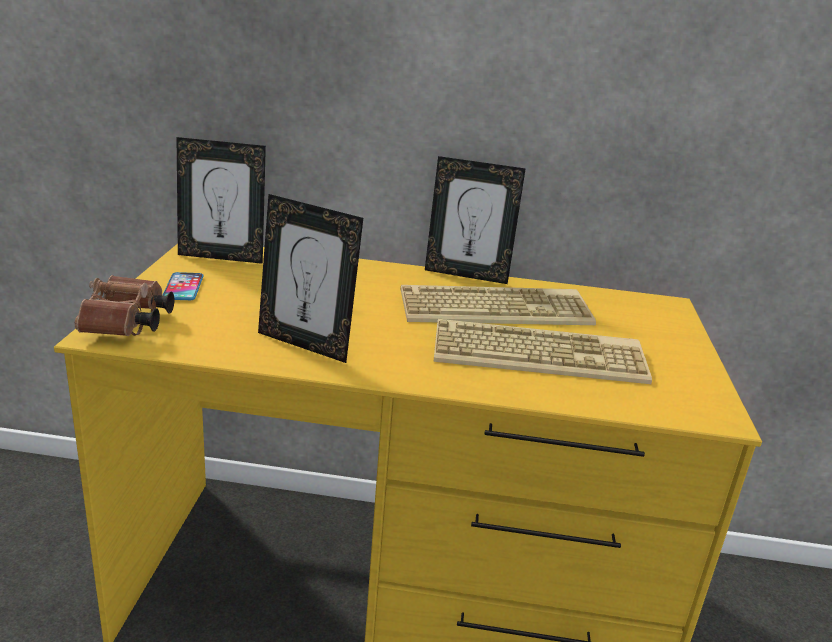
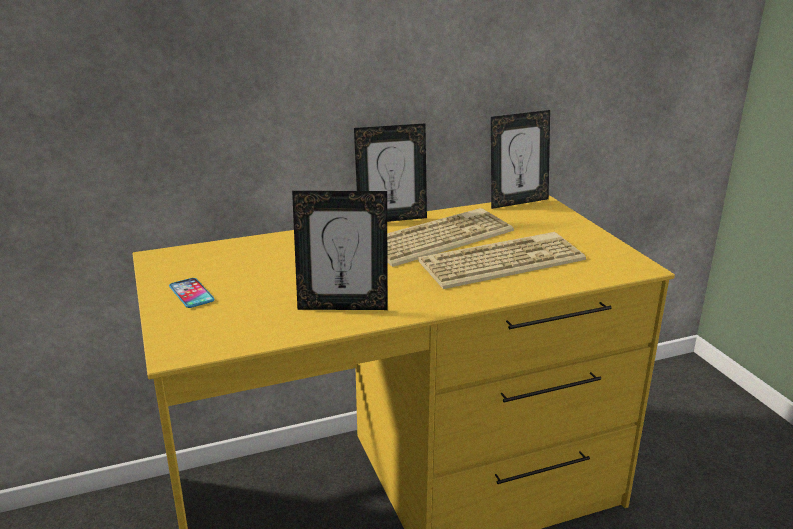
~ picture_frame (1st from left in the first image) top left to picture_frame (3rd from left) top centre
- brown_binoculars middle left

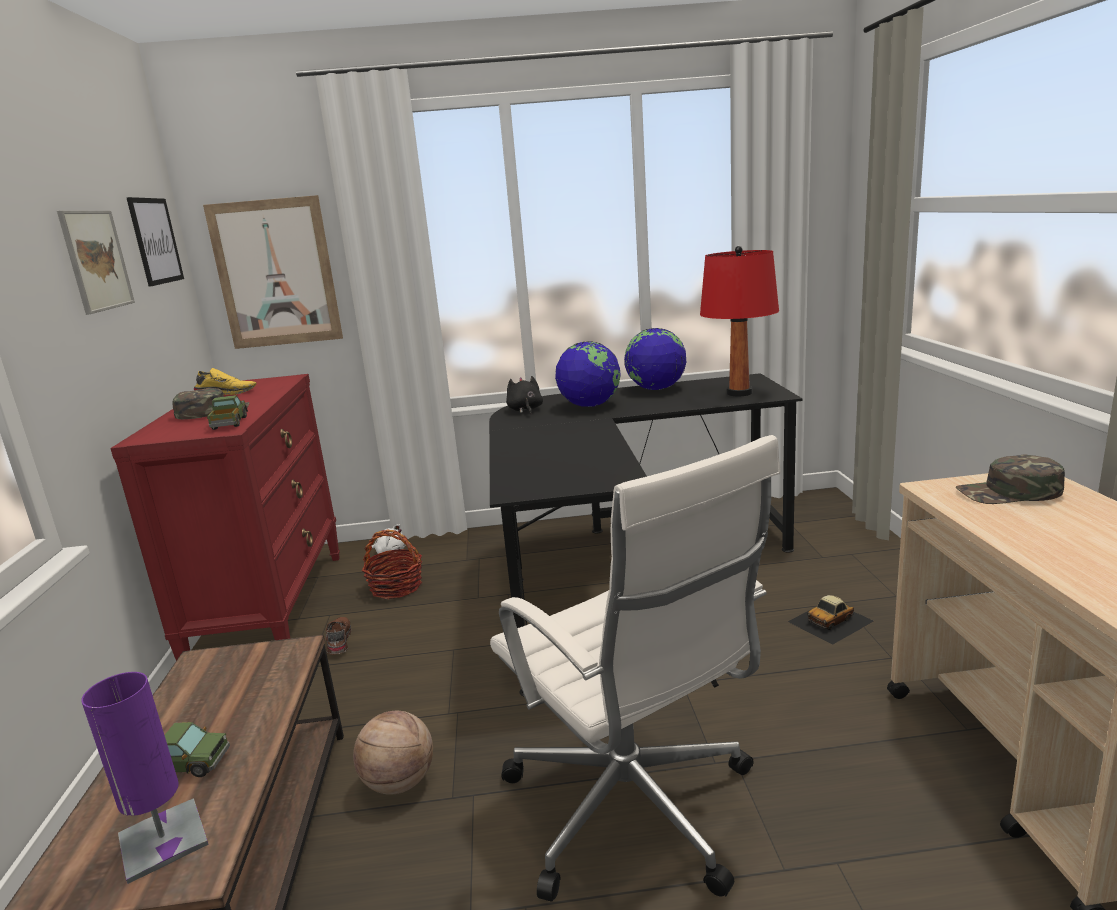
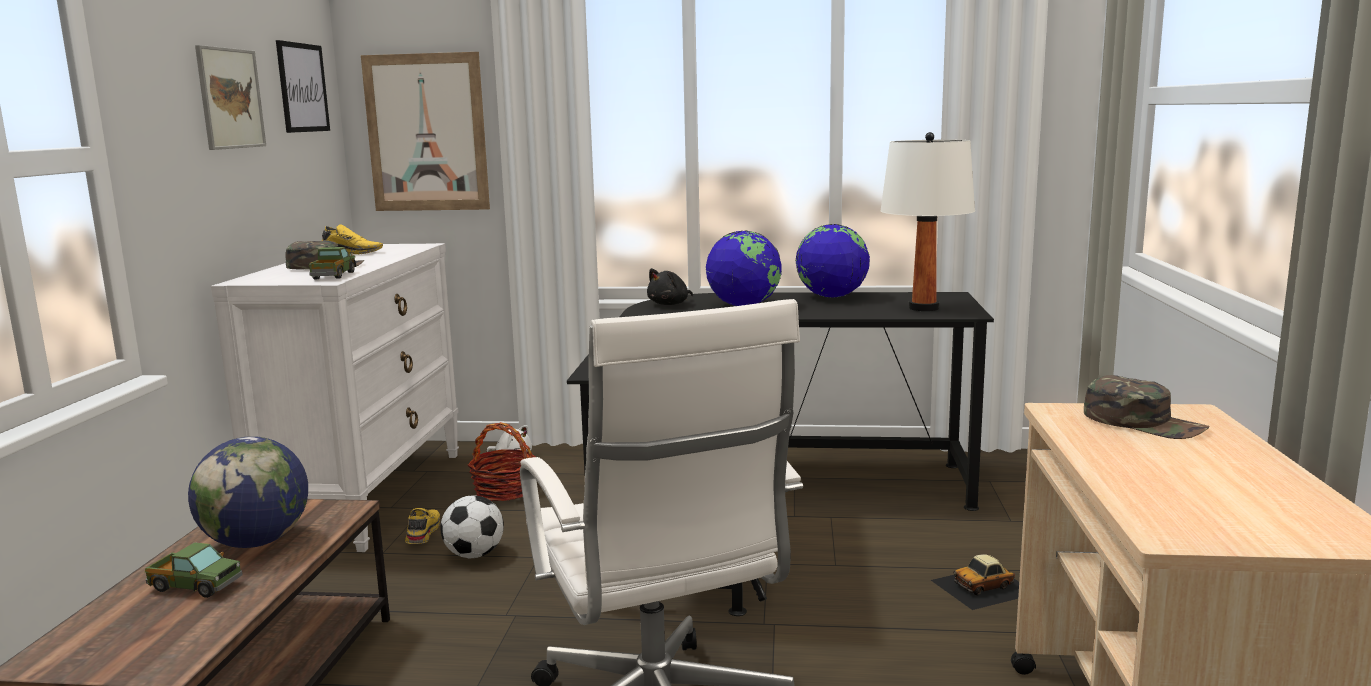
+ globe (1st from left) bottom left
~ red_dresser middle left to white_dresser middle left
~ brown_shoe bottom left to yellow_shoe (2nd from left) bottom left
+ football bottom centre
~ black_plush_toy centre = centre 135 degrees counterclockwise
~ red_table_lamp centre to white_table_lamp top right
~ green_cap (2nd from left) middle right = middle right 150 degrees counterclockwise
- purple_table_lamp bottom left
- basketball bottom centre

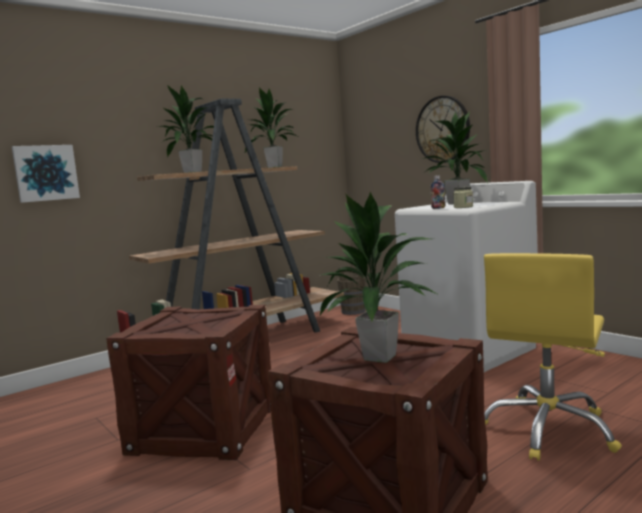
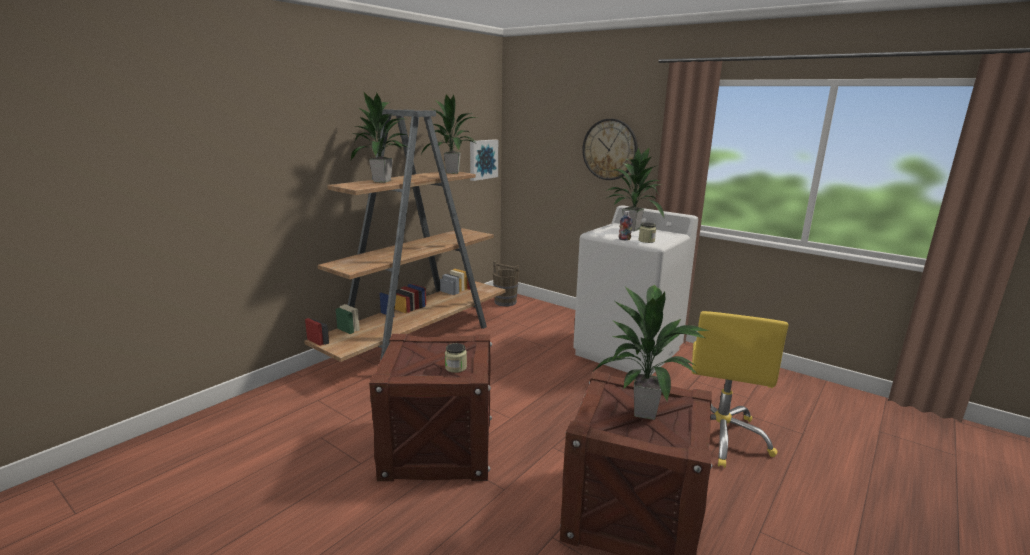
+ jar (1st from left) centre
~ picture middle left to top centre

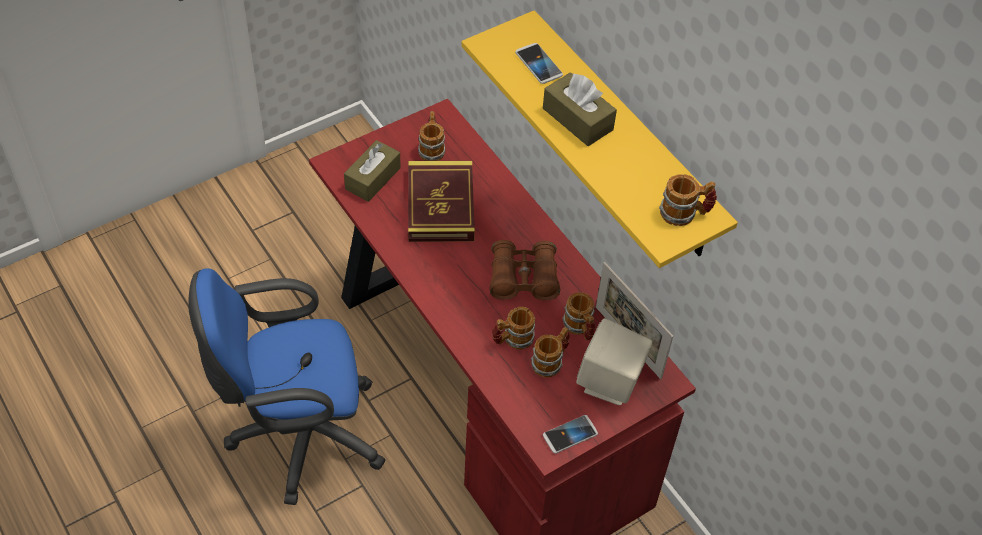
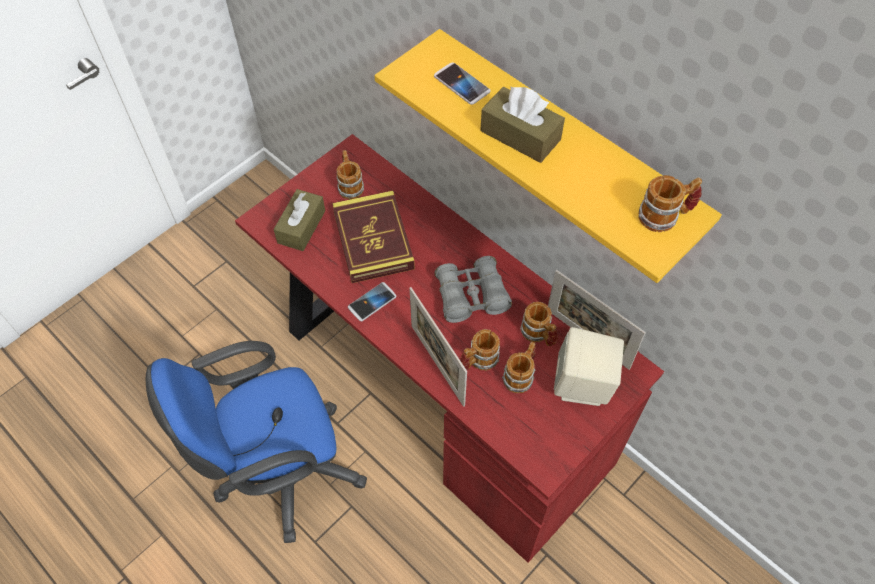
~ phone (2nd from left in the first image) bottom centre to phone (1st from left) centre
+ picture_frame (1st from left) centre
~ brown_binoculars centre to grey_binoculars centre

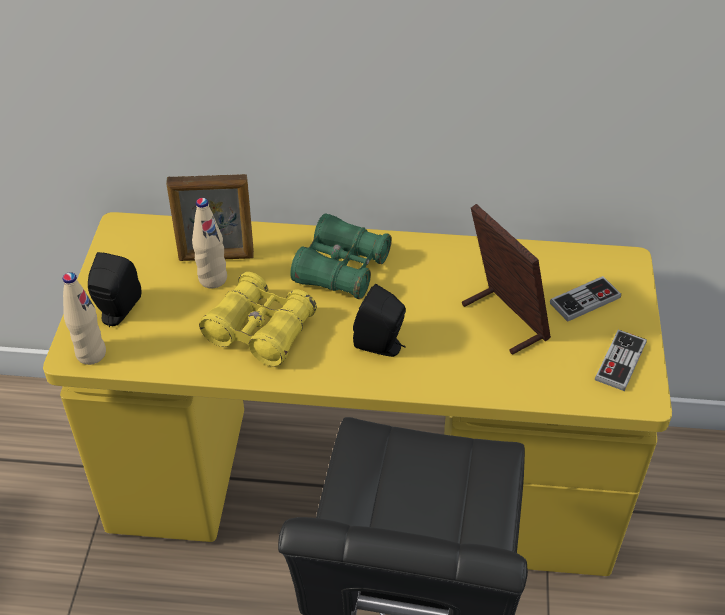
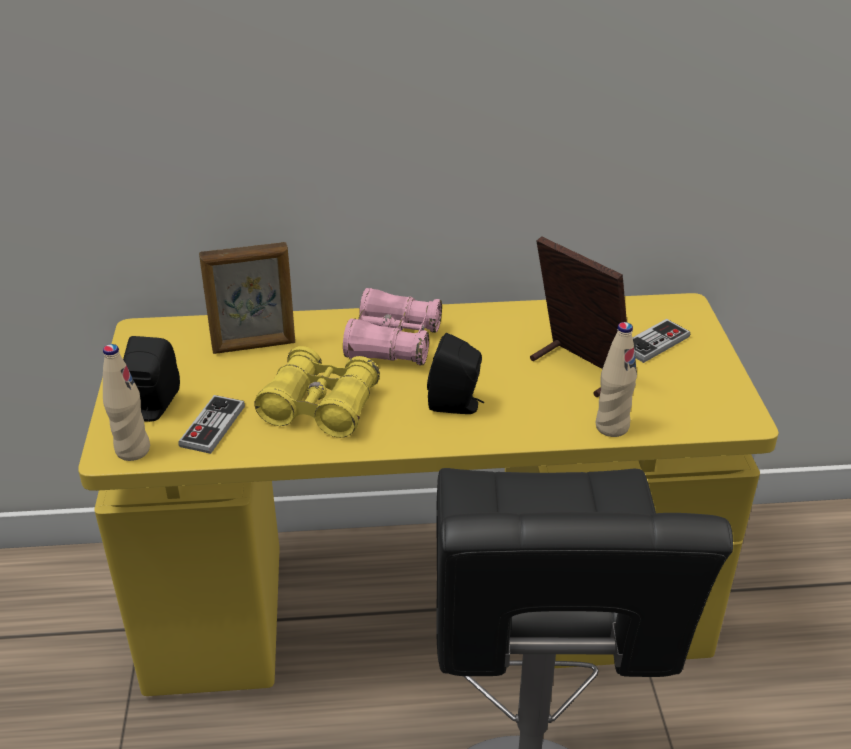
~ game_controller (2nd from left in the first image) middle right to game_controller (1st from left) middle left
~ green_binoculars centre to pink_binoculars centre
~ beige_bottle (2nd from left) middle left to middle right

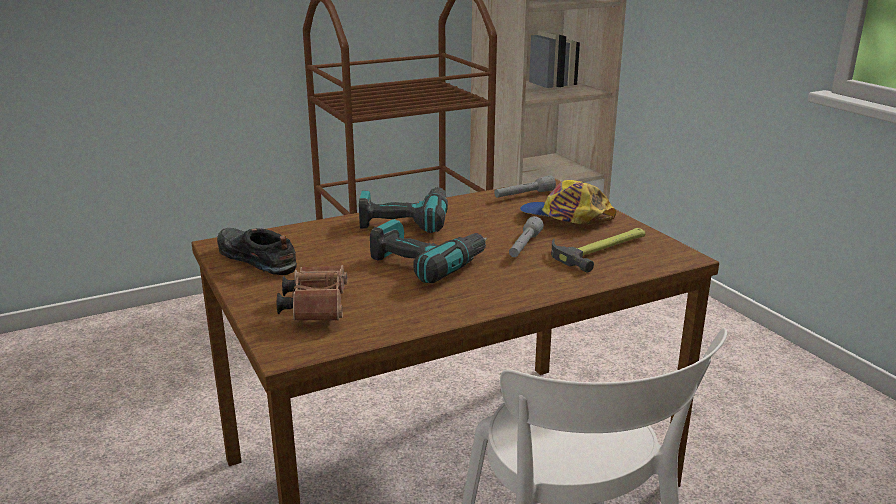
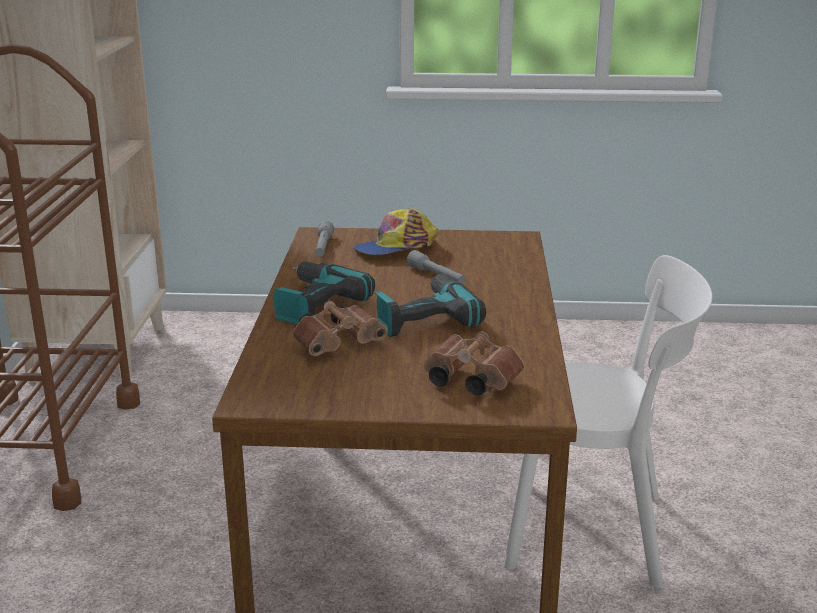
+ brown_binoculars (1st from left) centre
- black_shoe middle left
- hammer middle right

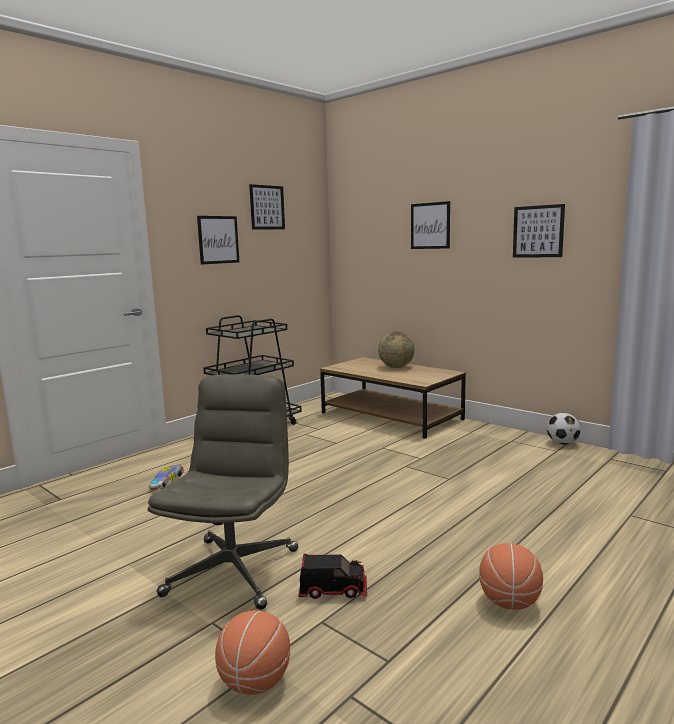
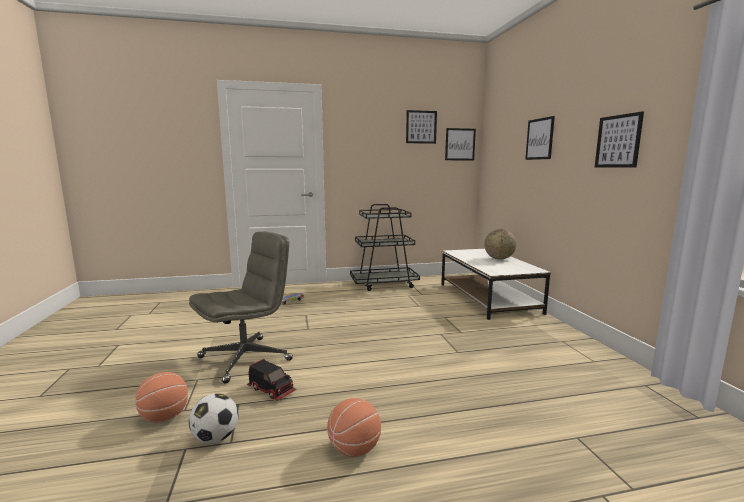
~ football middle right to bottom left
~ brown_coffee_table centre to white_coffee_table middle right
~ picture (1st from left in the first image) top left to picture (2nd from left) top centre

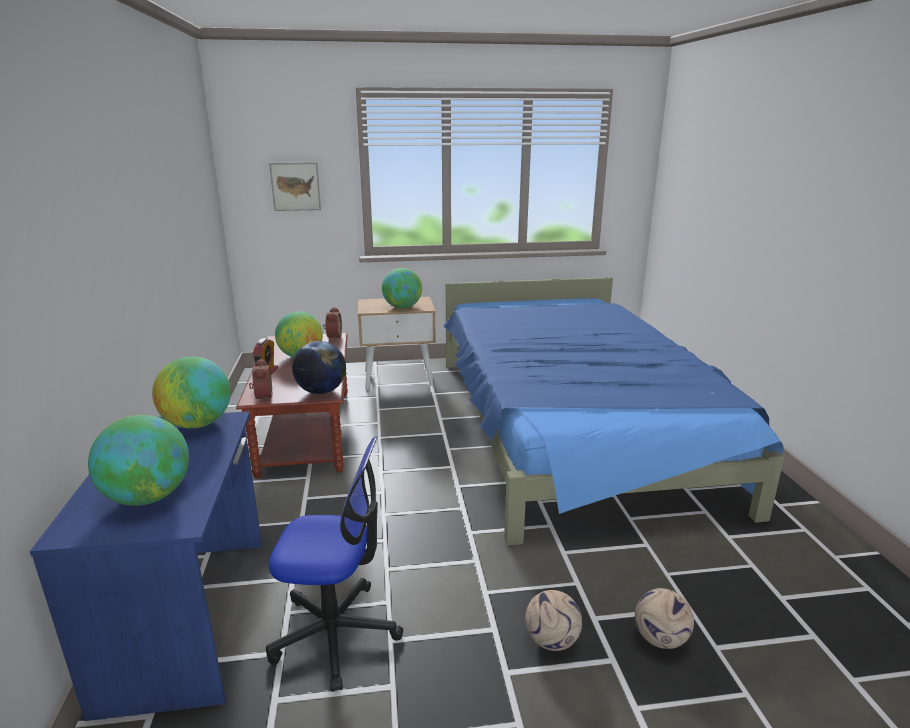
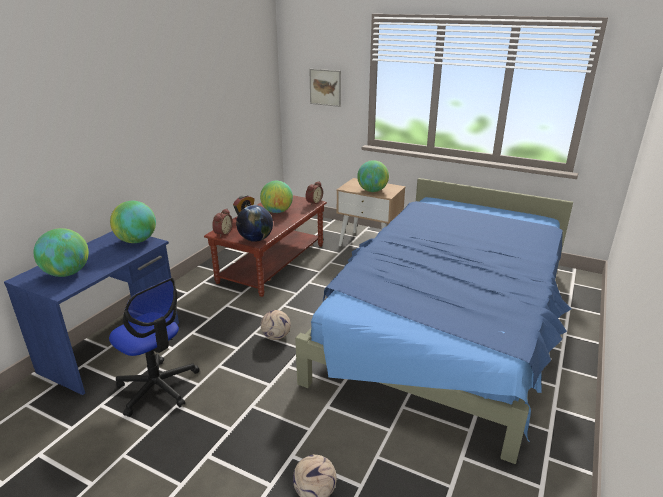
~ football (1st from left) bottom centre to centre

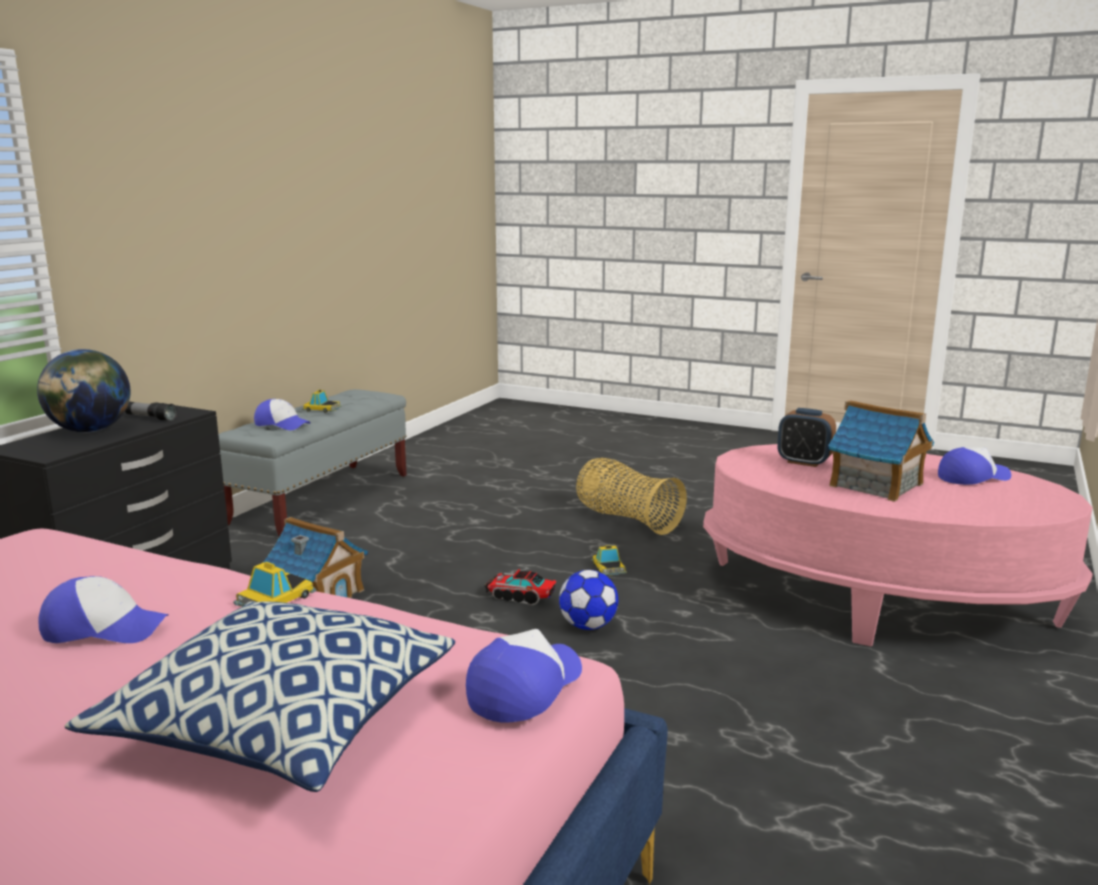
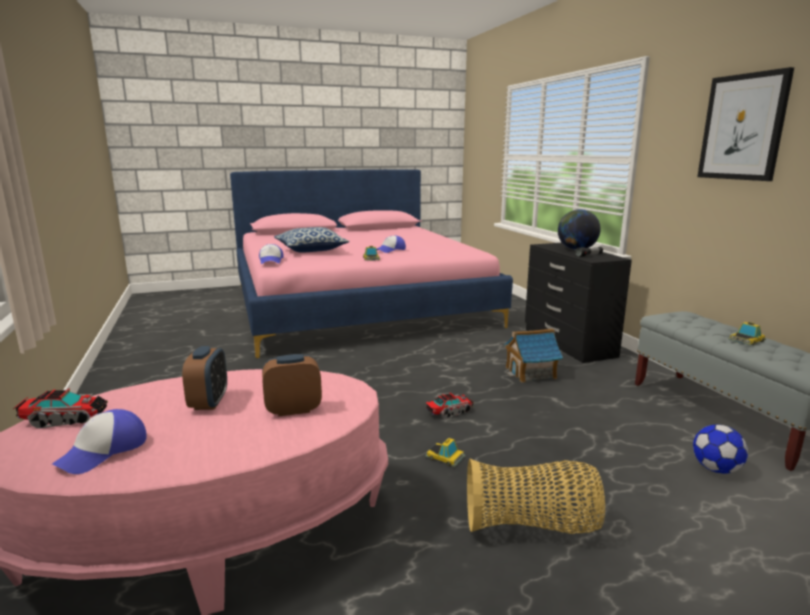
+ toy_truck (1st from left) middle left
~ toy_house (2nd from left) middle right to alarm_clock (1st from left) middle left
~ football bottom centre to bottom right
+ picture top right
- cap (2nd from left) middle left

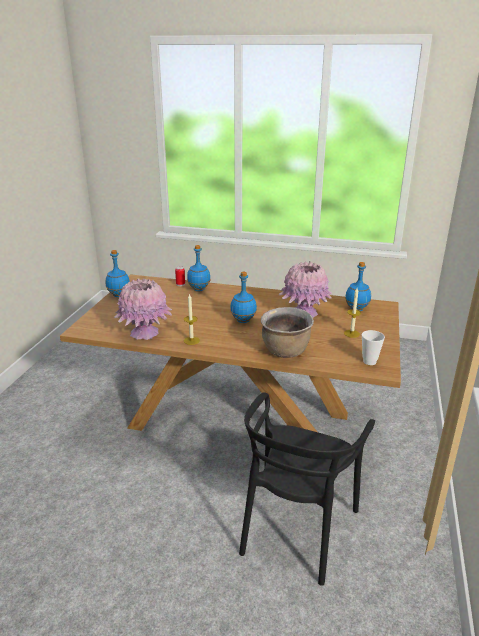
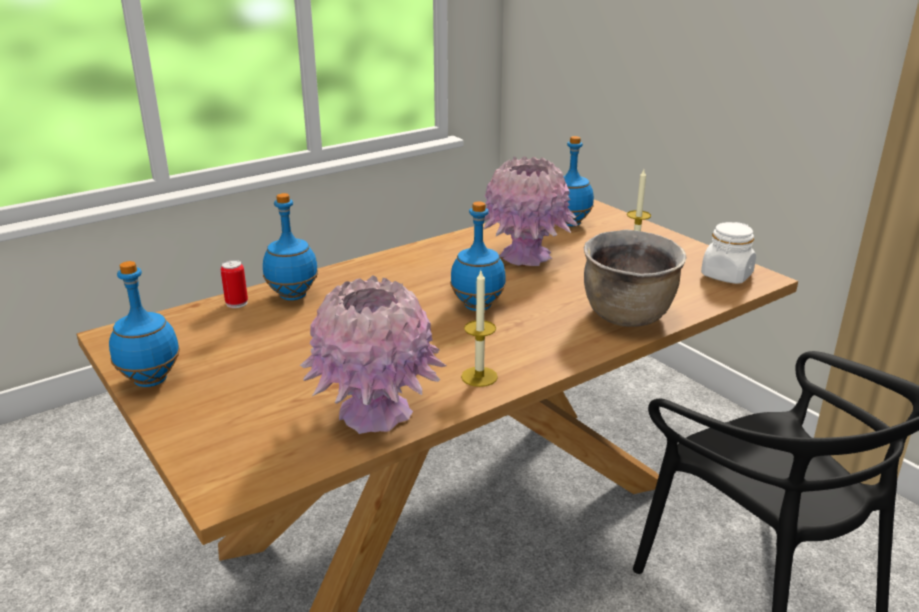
~ cup middle right to white_jar middle right

